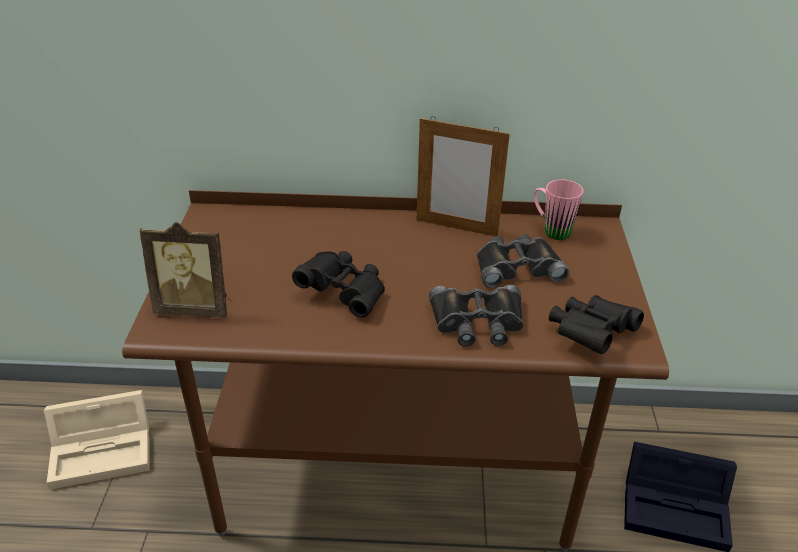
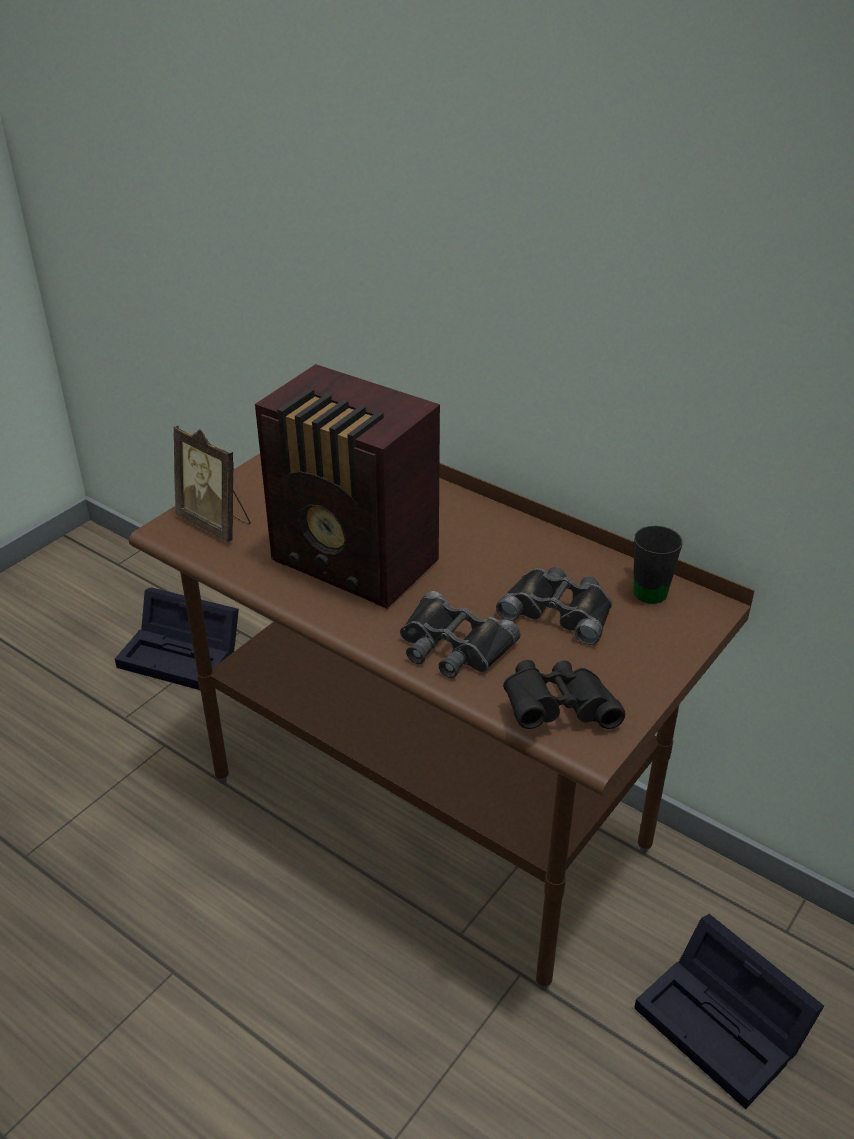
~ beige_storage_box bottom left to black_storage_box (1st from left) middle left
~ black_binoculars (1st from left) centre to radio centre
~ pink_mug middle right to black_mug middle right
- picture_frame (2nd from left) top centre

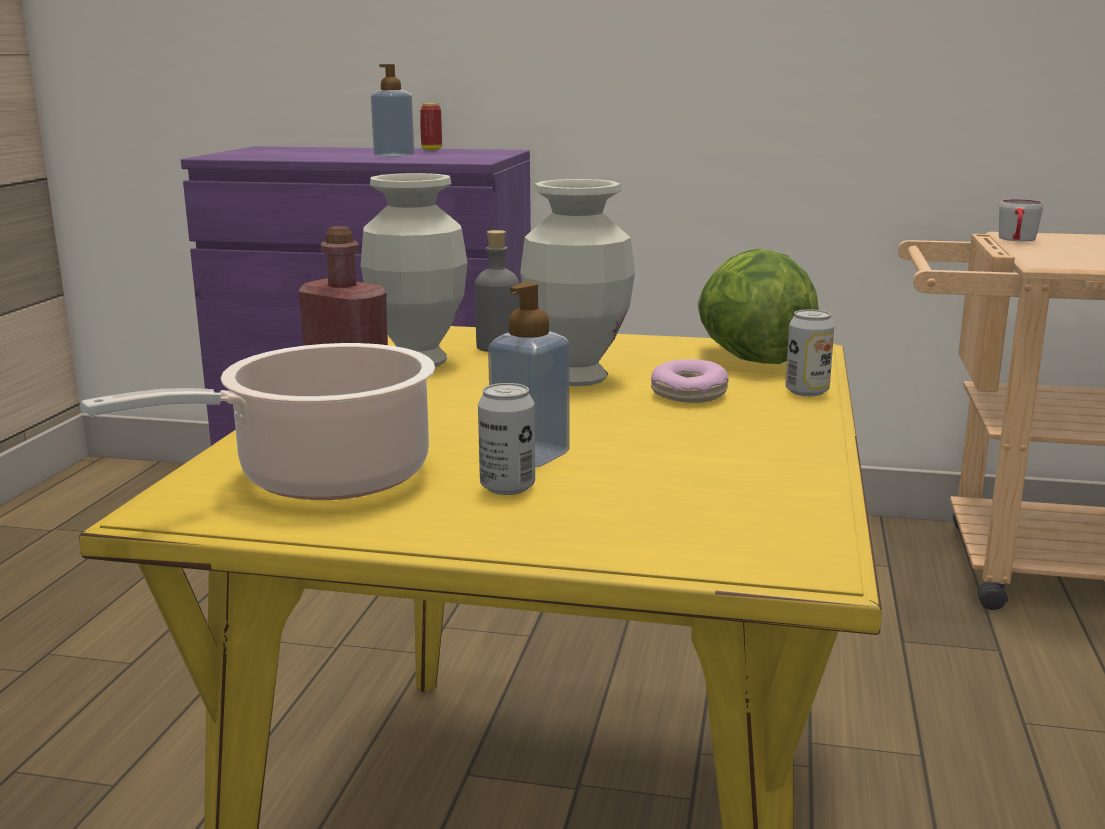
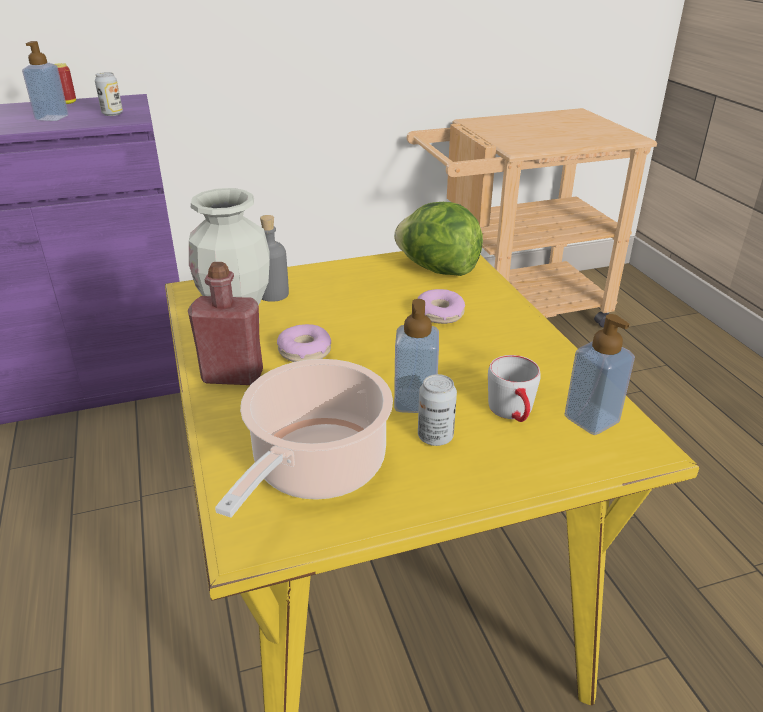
~ can (3rd from left in the first image) middle right to can (2nd from left) top left
+ donut (1st from left) centre
~ grey_mug top right to middle right
+ soap_dispenser (3rd from left) middle right
- vase (2nd from left) centre

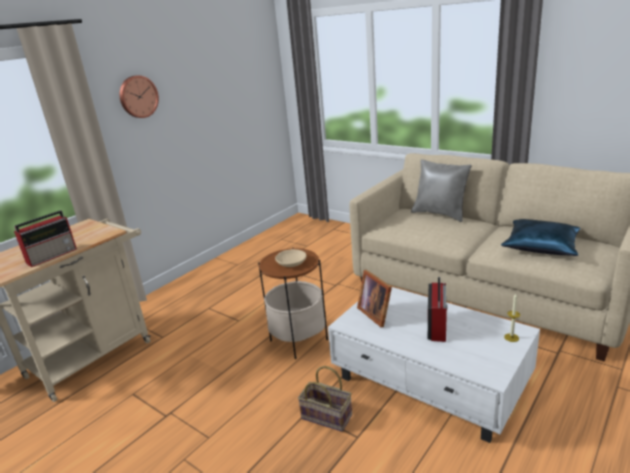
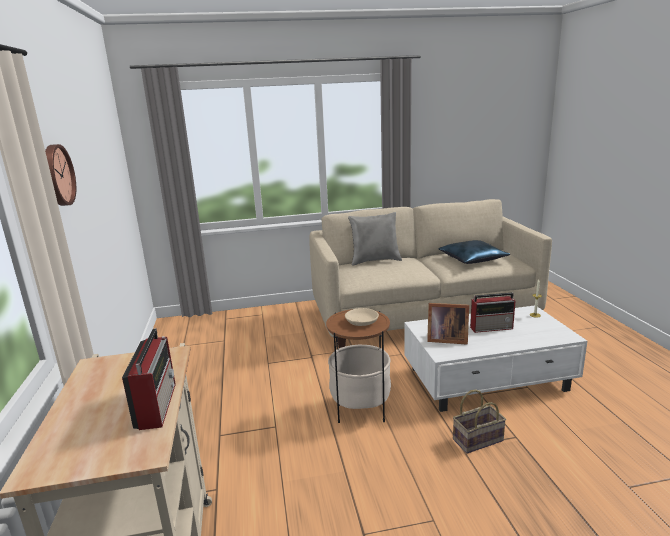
~ radio (2nd from left) middle right = middle right 120 degrees clockwise

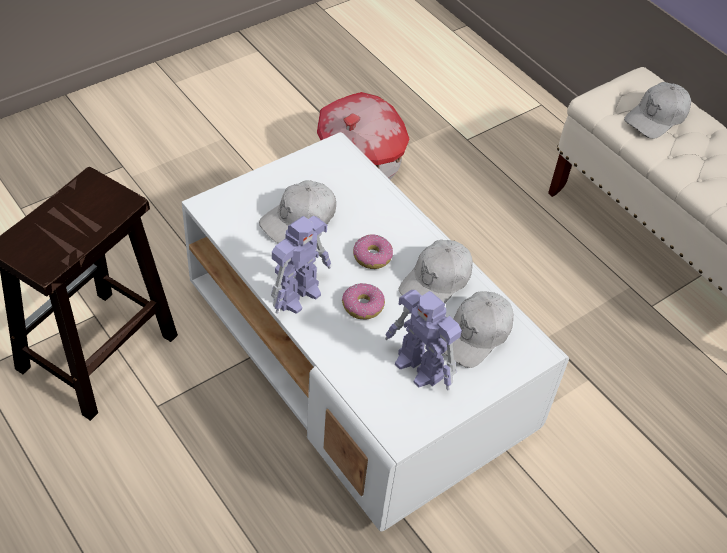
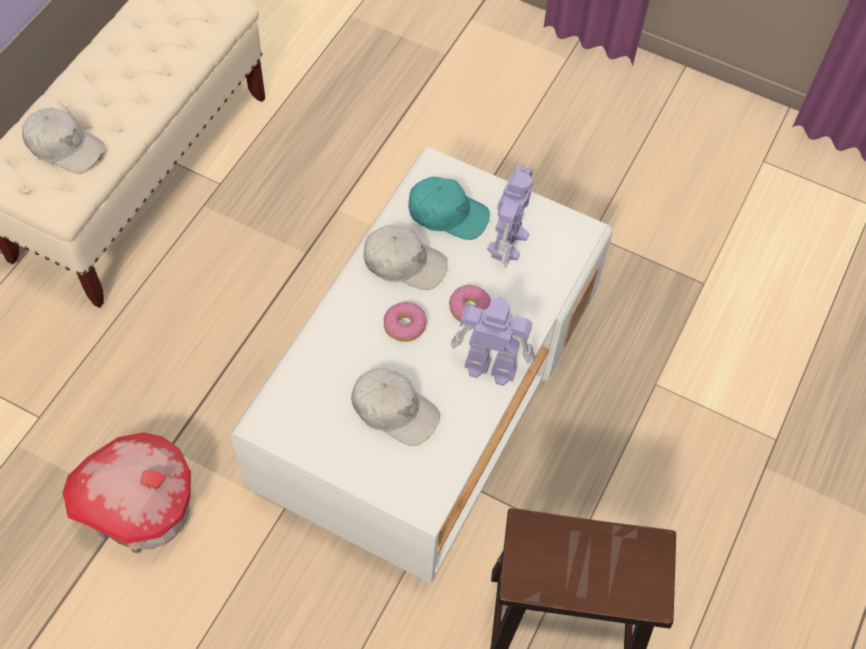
~ white_cap (3rd from left) centre to turquoise_cap top centre

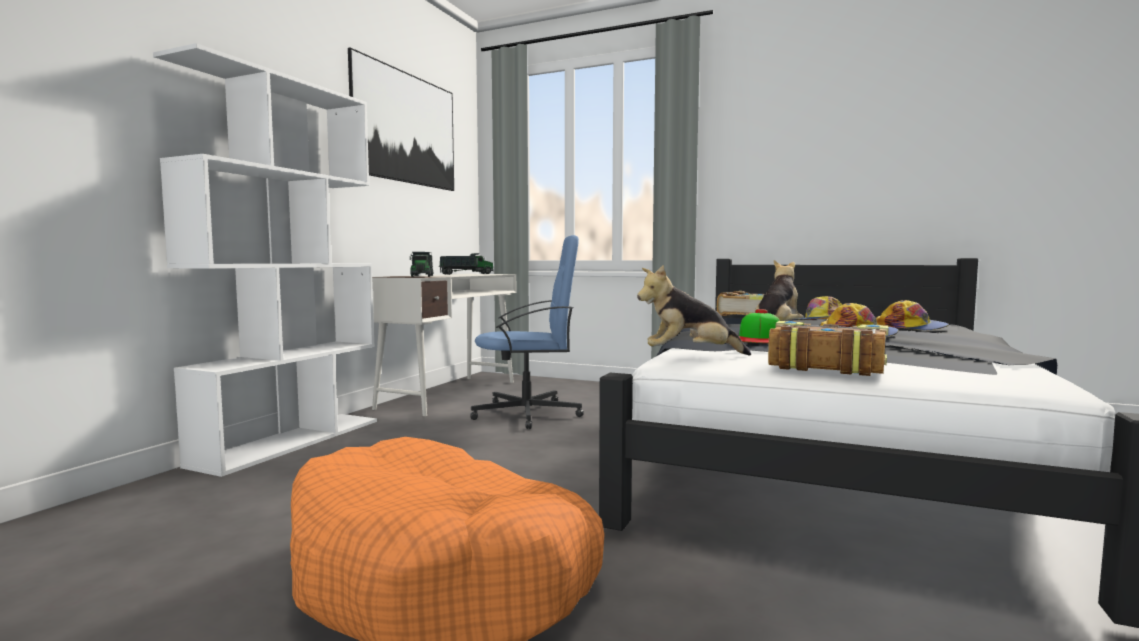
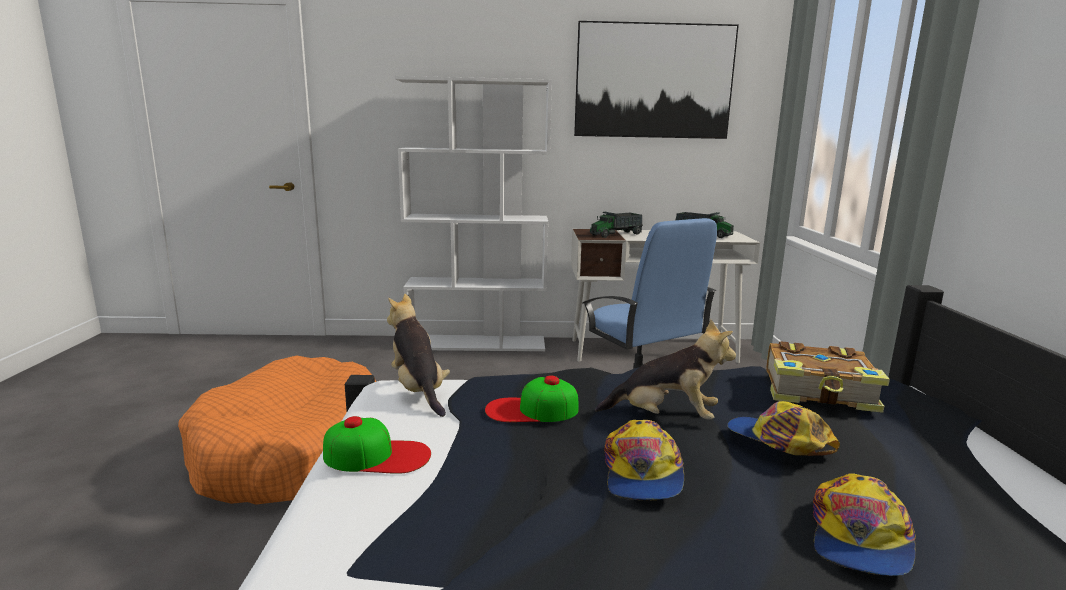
~ book (2nd from left) middle right to cap (1st from left) bottom centre

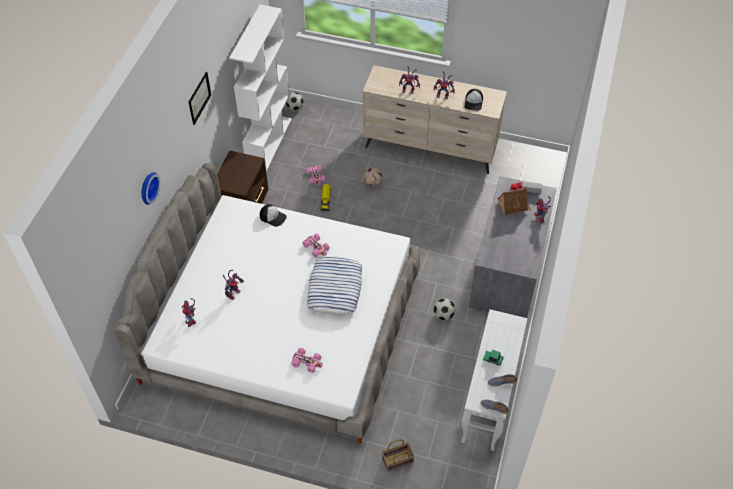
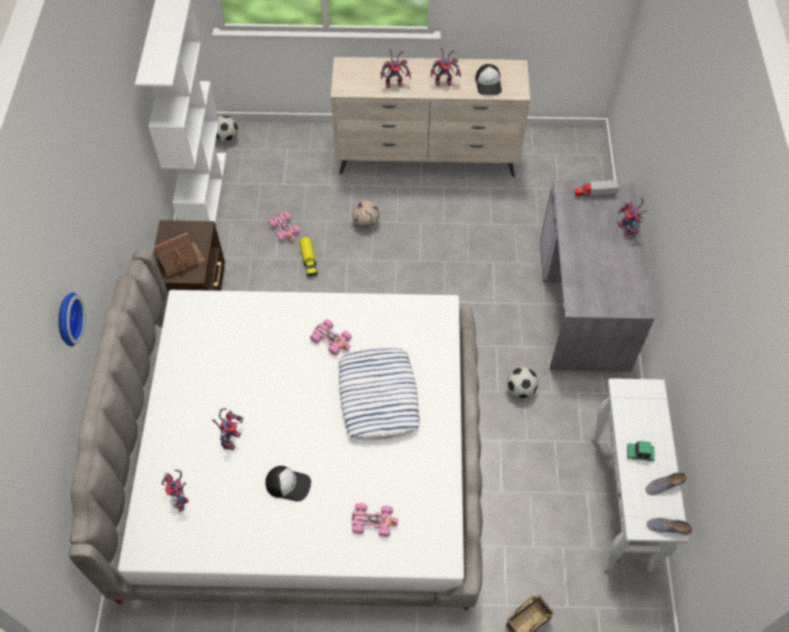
~ toy_house middle right to middle left
~ cap (1st from left) centre to bottom centre
- picture top left

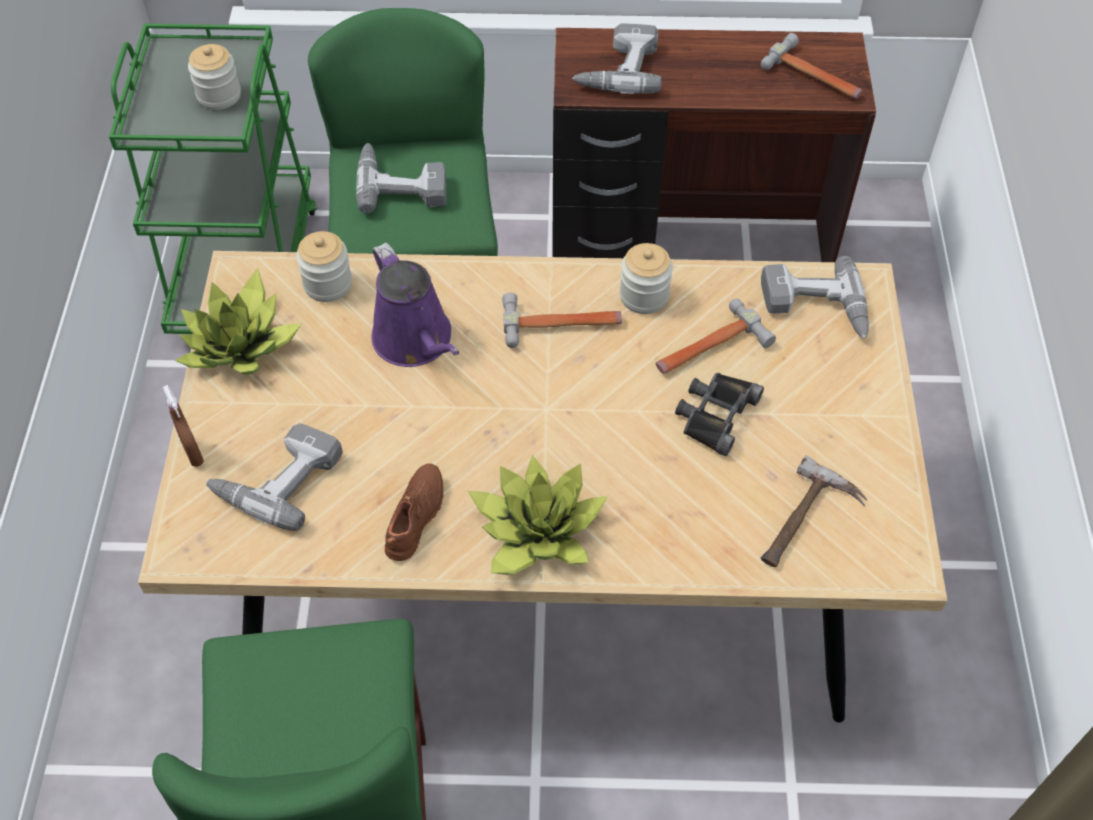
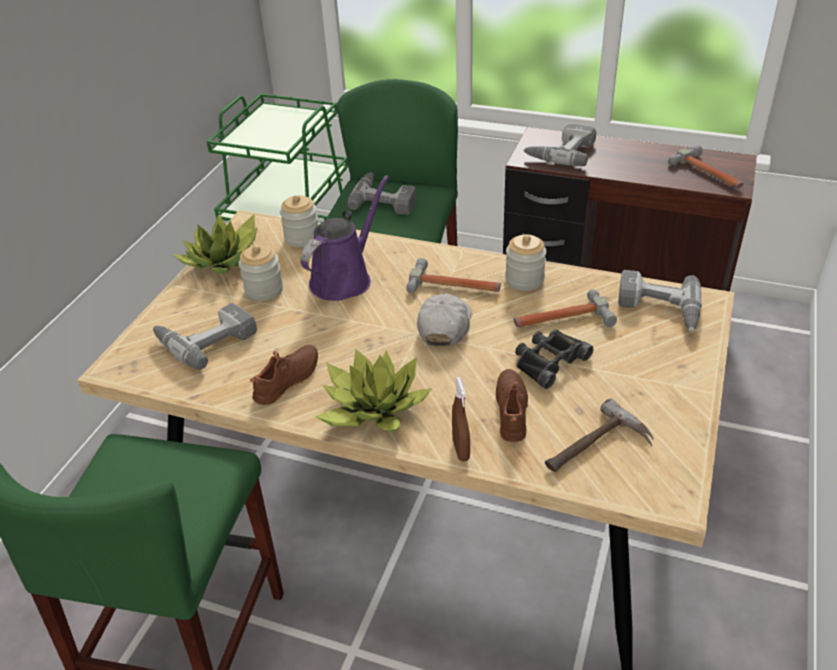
~ jar (1st from left) top left to middle left
~ purple_watering_can centre = centre 135 degrees counterclockwise
+ white_cap centre
~ brown_spray_bottle middle left to centre
+ brown_shoe (2nd from left) centre

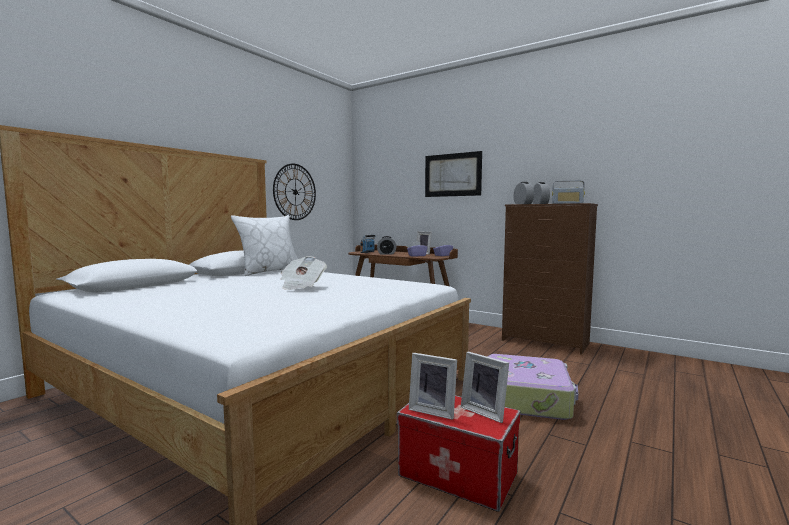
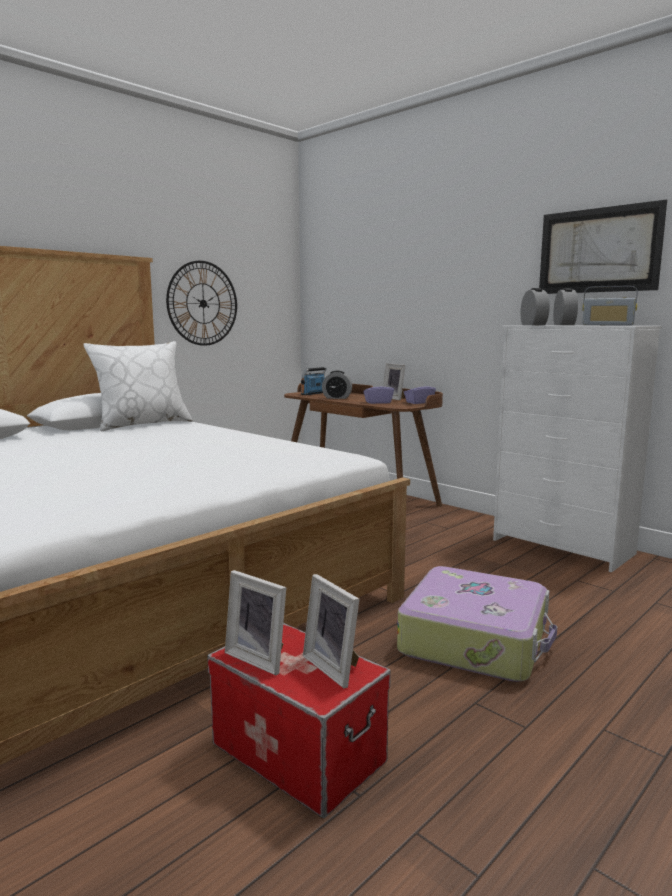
~ brown_dresser middle right to white_dresser middle right
~ picture top centre to top right
- newspaper centre

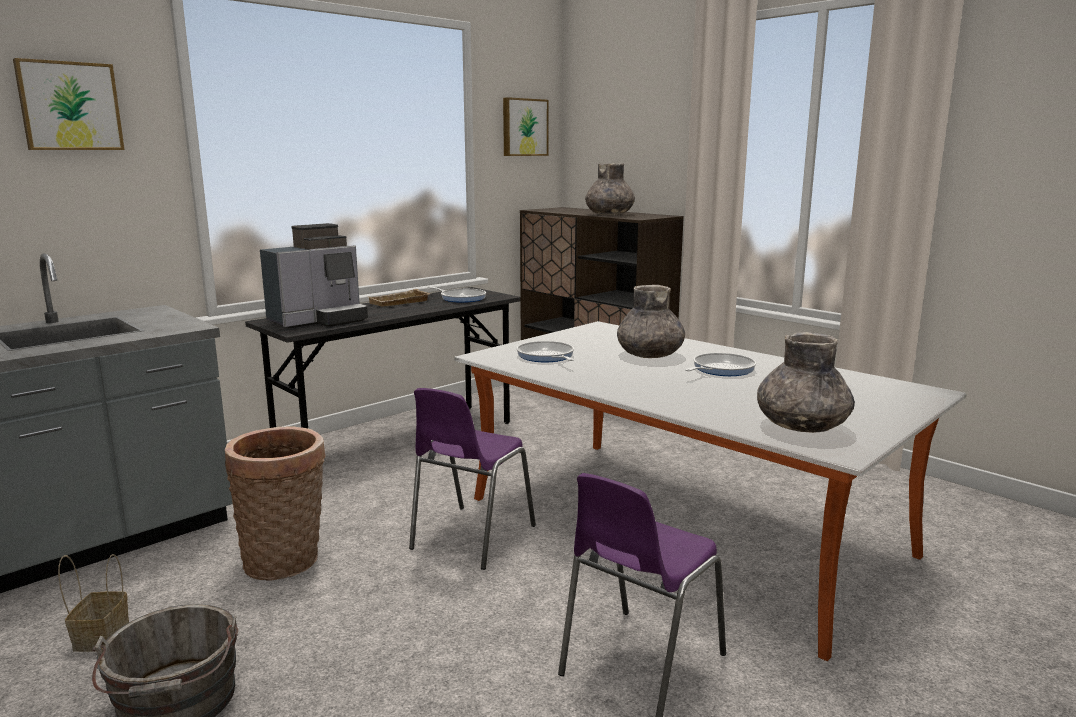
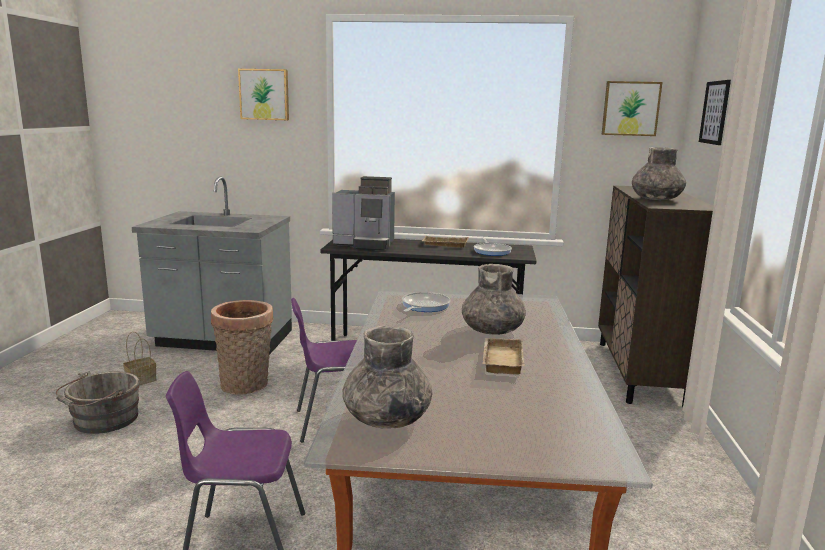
~ frying_pan (3rd from left) middle right to beige_tray (2nd from left) centre
+ picture (3rd from left) top right

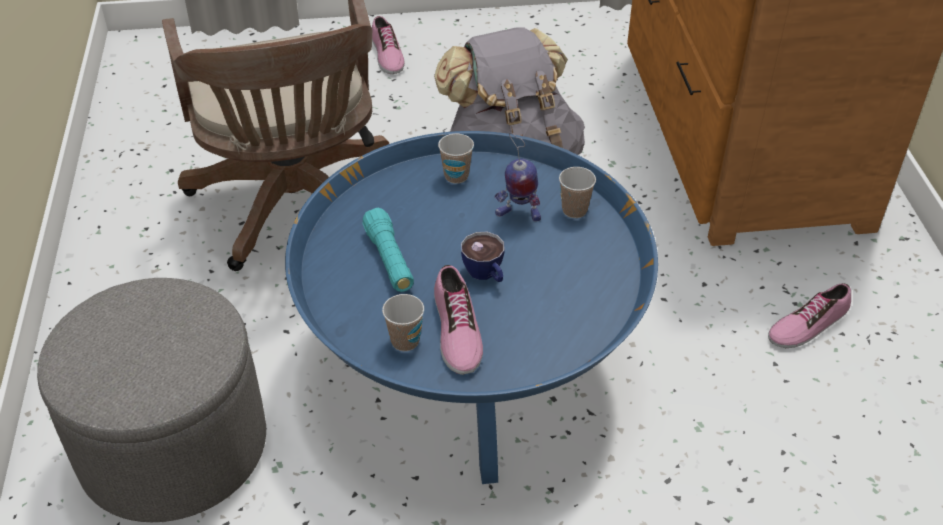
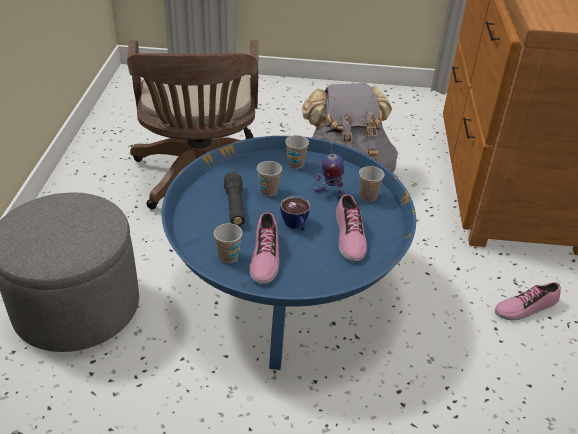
~ turquoise_flashlight centre to black_flashlight centre
+ cup (2nd from left) centre
~ shoe (1st from left in the first image) top centre to shoe (2nd from left) centre

